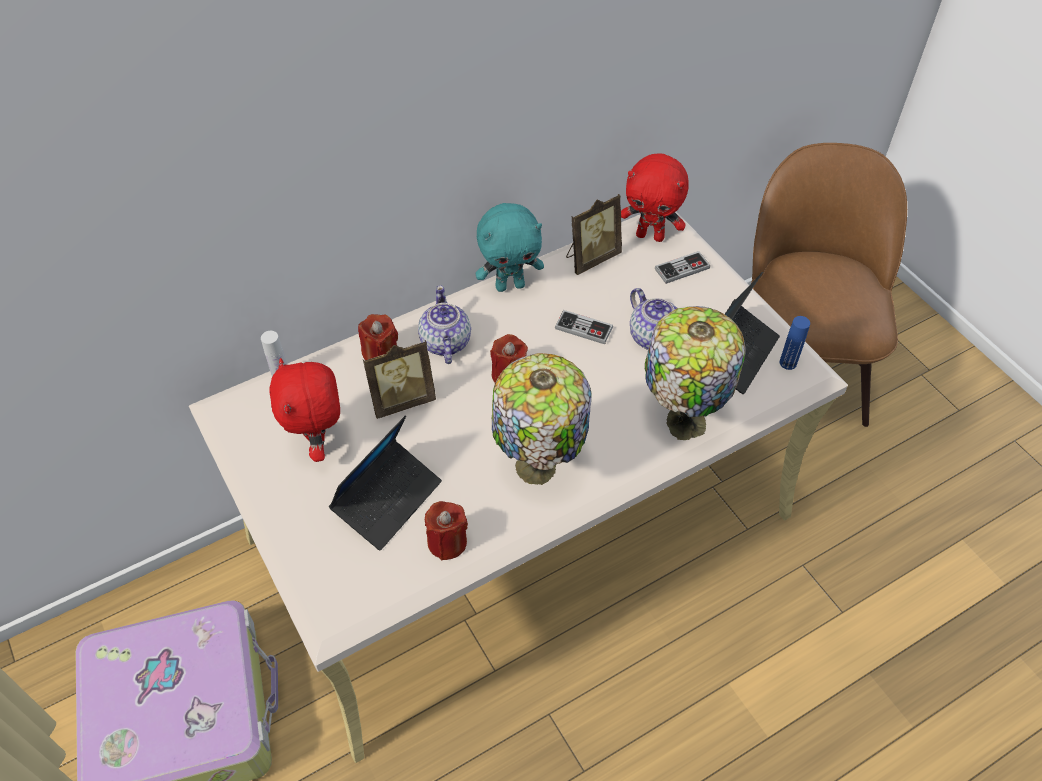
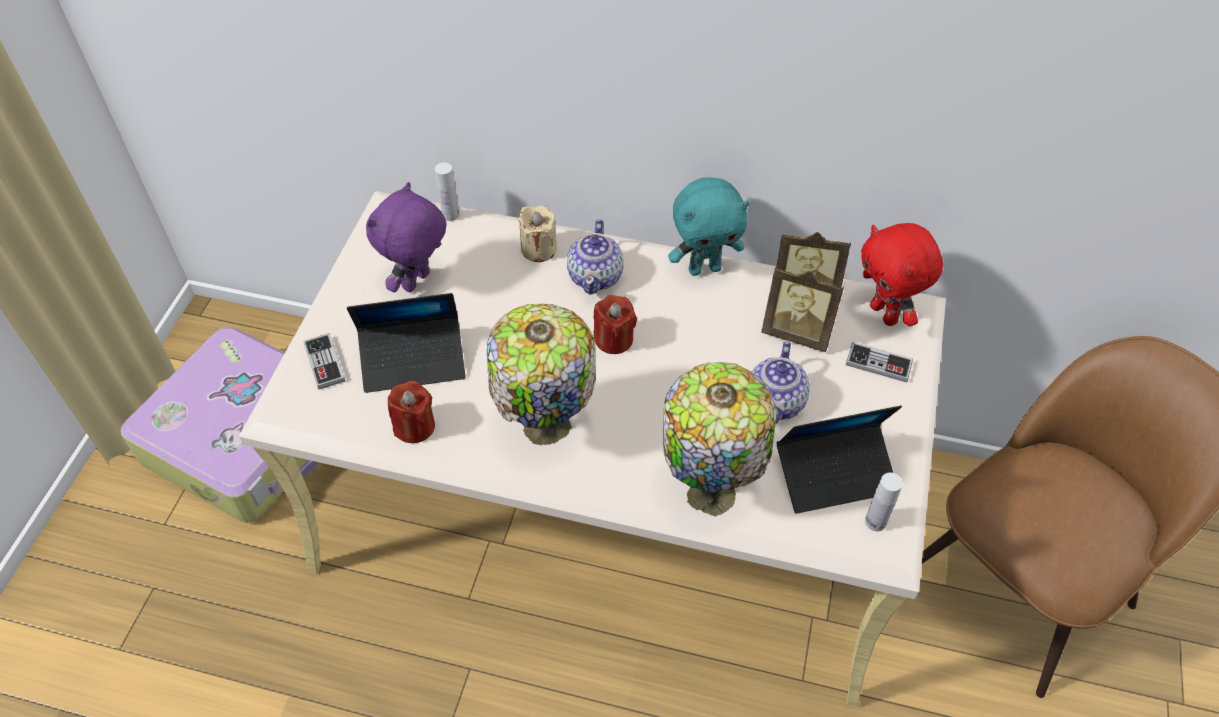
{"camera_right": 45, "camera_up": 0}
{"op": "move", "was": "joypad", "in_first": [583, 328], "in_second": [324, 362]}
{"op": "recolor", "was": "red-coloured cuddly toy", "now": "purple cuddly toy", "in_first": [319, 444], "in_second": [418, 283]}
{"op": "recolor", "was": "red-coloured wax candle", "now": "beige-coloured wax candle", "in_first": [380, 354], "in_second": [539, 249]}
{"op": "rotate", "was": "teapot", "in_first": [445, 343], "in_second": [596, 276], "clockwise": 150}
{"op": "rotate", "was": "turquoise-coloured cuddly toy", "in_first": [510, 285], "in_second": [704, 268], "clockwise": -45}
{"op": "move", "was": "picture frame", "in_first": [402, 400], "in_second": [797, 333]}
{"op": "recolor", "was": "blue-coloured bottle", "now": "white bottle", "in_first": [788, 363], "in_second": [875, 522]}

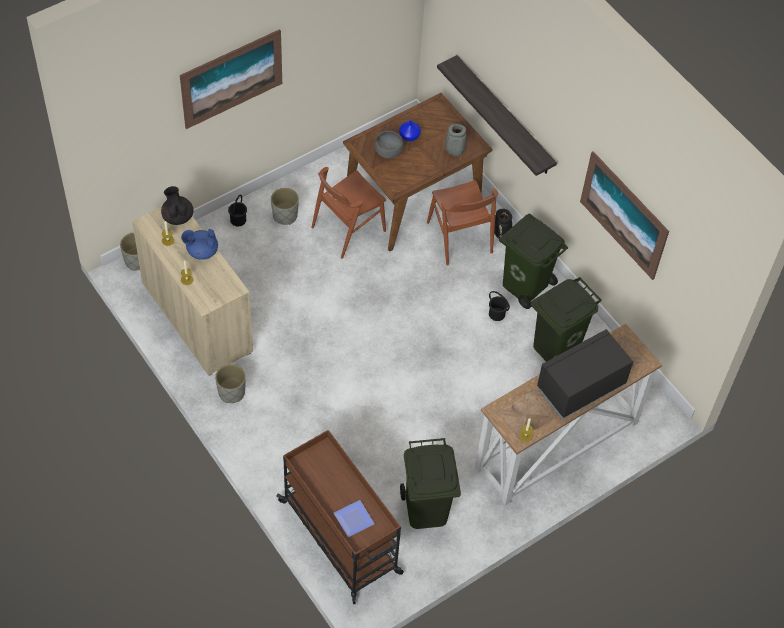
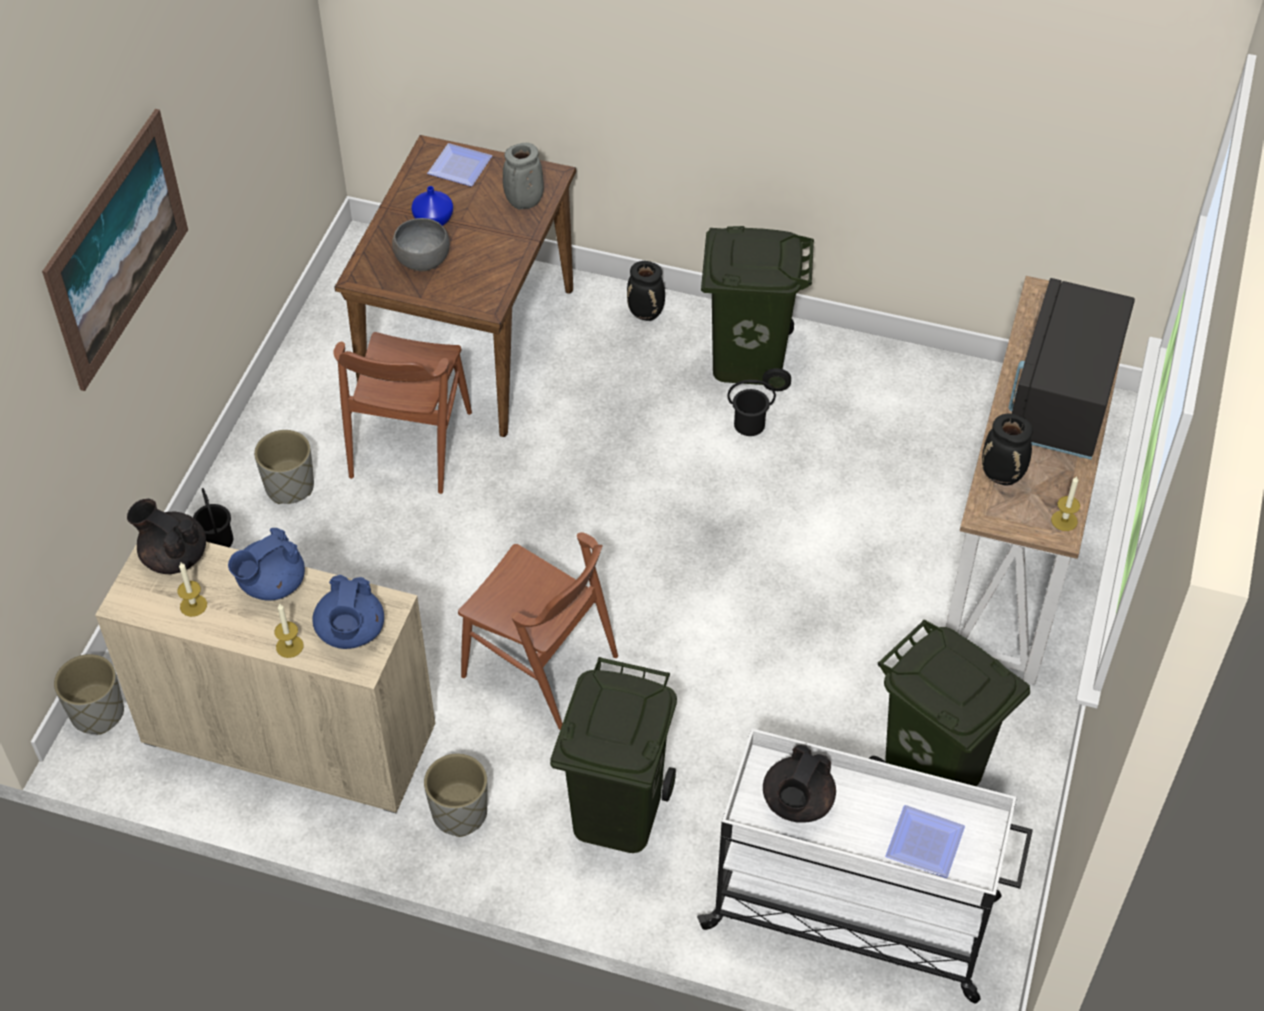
{"camera_right": -35, "camera_up": -5}
{"op": "insert", "now": "blue-coloured teapot", "in_second": [351, 633]}
{"op": "insert", "now": "flat dish", "in_second": [457, 168]}
{"op": "move", "was": "brownish chair", "in_first": [459, 237], "in_second": [540, 666]}
{"op": "move", "was": "greenish trash can", "in_first": [555, 347], "in_second": [615, 811]}
{"op": "recolor", "was": "brownish cart", "now": "white cart", "in_first": [341, 538], "in_second": [854, 914]}
{"op": "insert", "now": "black teapot", "in_second": [797, 803]}
{"op": "insert", "now": "black vase", "in_second": [1002, 476]}
{"op": "delete", "was": "wall shelf", "in_first": [504, 116]}
{"op": "delete", "was": "wall art", "in_first": [623, 215]}

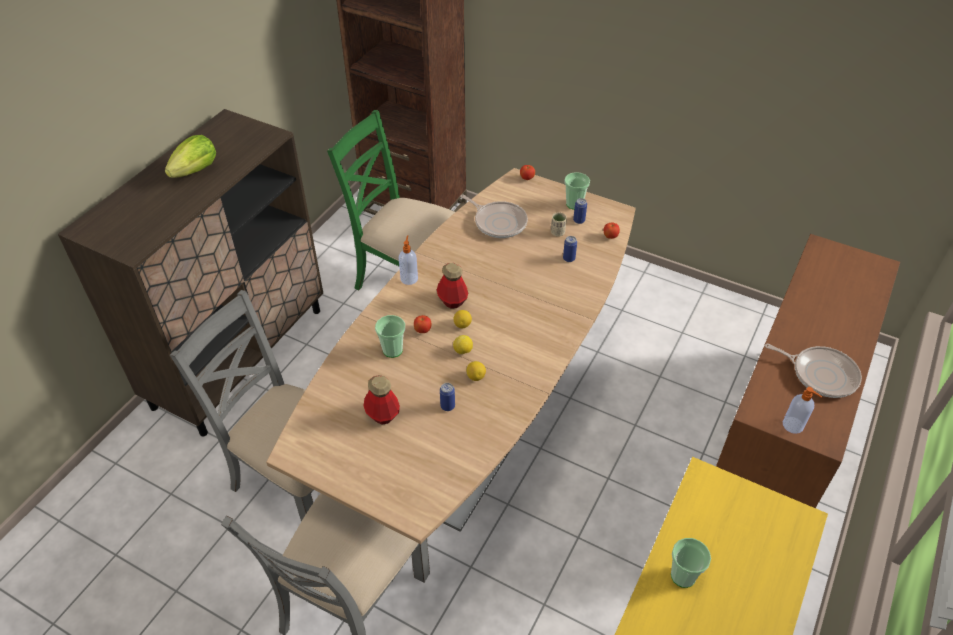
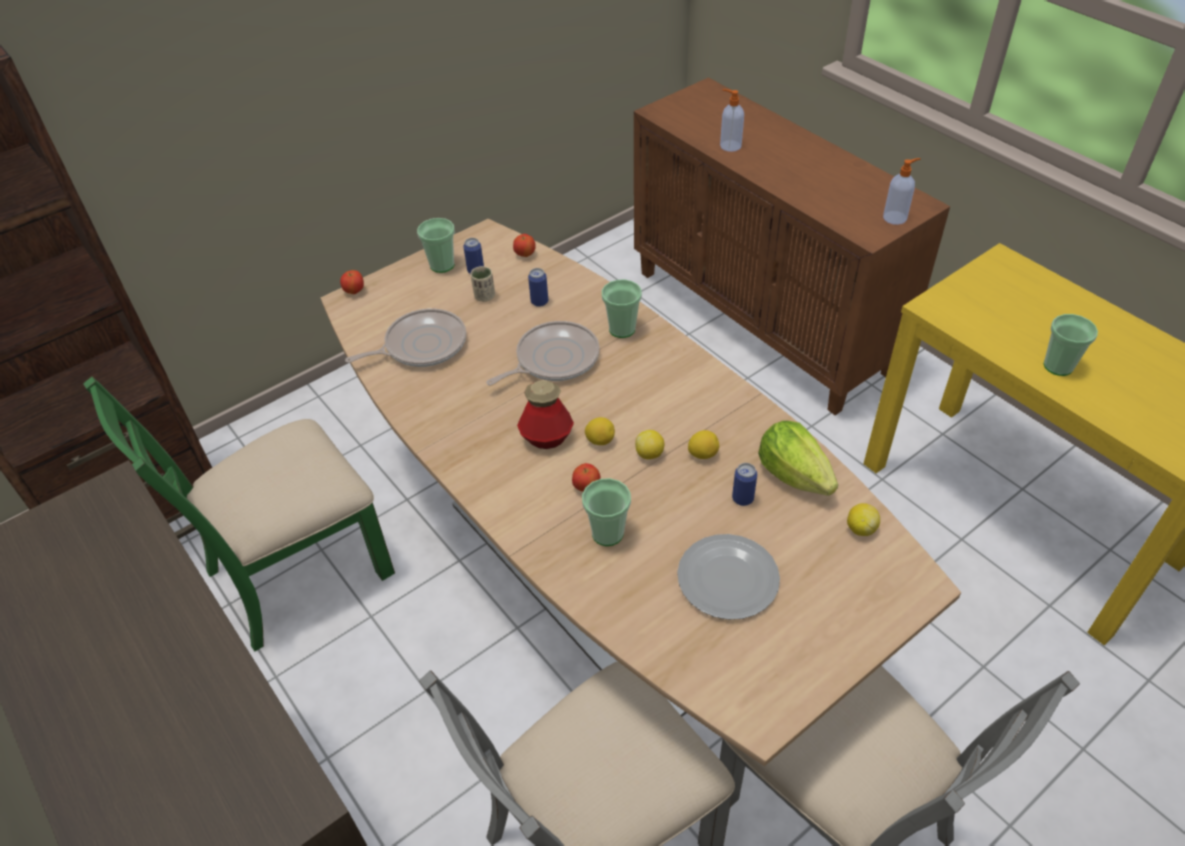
{"camera_right": -65, "camera_up": 0}
{"op": "move", "was": "skillet", "in_first": [820, 374], "in_second": [553, 359]}
{"op": "insert", "now": "cup", "in_second": [622, 329]}
{"op": "replace", "was": "bottle", "now": "flat dish", "in_first": [382, 414], "in_second": [728, 578]}
{"op": "move", "was": "soap dispenser", "in_first": [409, 278], "in_second": [729, 146]}
{"op": "move", "was": "lettuce", "in_first": [196, 171], "in_second": [794, 474]}
{"op": "insert", "now": "whole lemon", "in_second": [860, 528]}

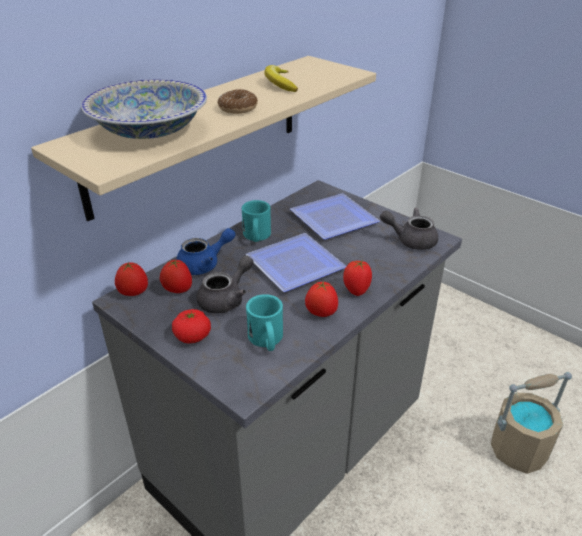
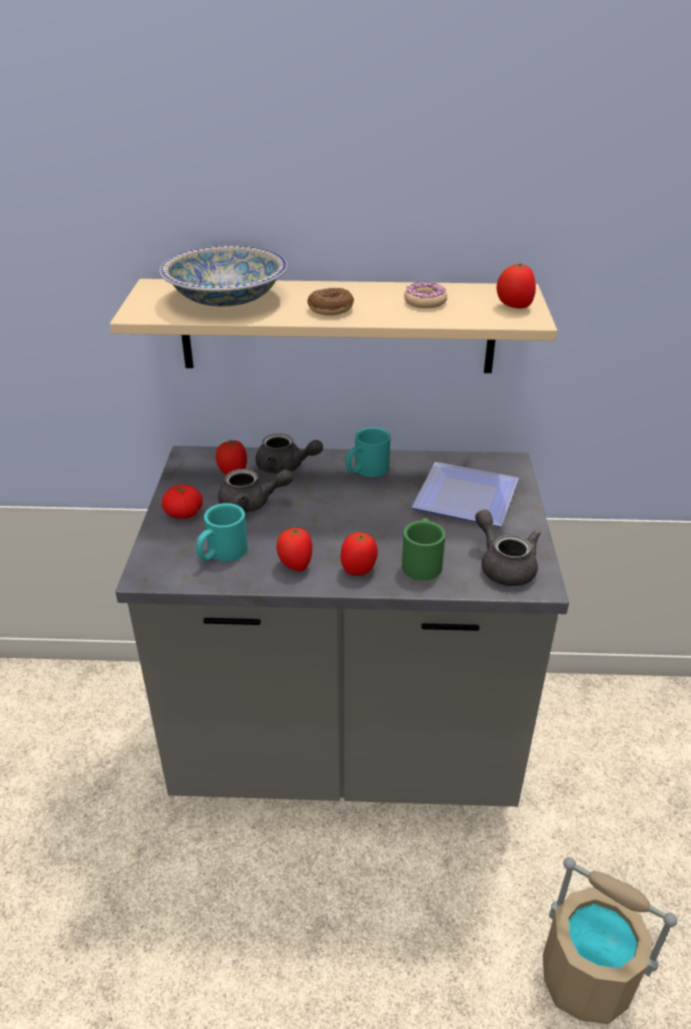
{"camera_right": 50, "camera_up": 0}
{"op": "recolor", "was": "blue-coloured teapot", "now": "greyish teapot", "in_first": [204, 264], "in_second": [285, 467]}
{"op": "insert", "now": "greenish tea mug", "in_second": [422, 561]}
{"op": "replace", "was": "whole banana", "now": "doughnut", "in_first": [280, 84], "in_second": [425, 302]}
{"op": "move", "was": "fresh tomato", "in_first": [133, 293], "in_second": [513, 307]}
{"op": "delete", "was": "flat dish", "in_first": [294, 267]}

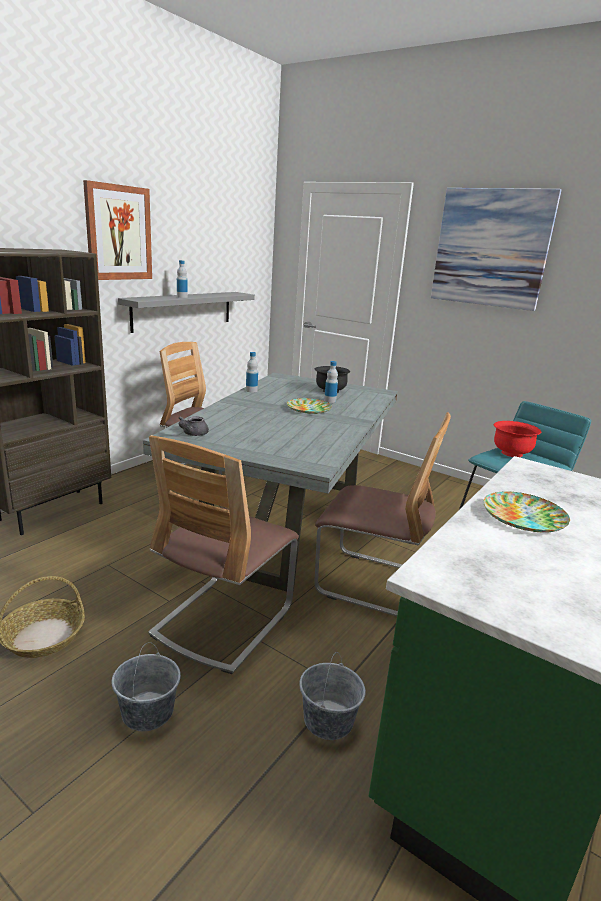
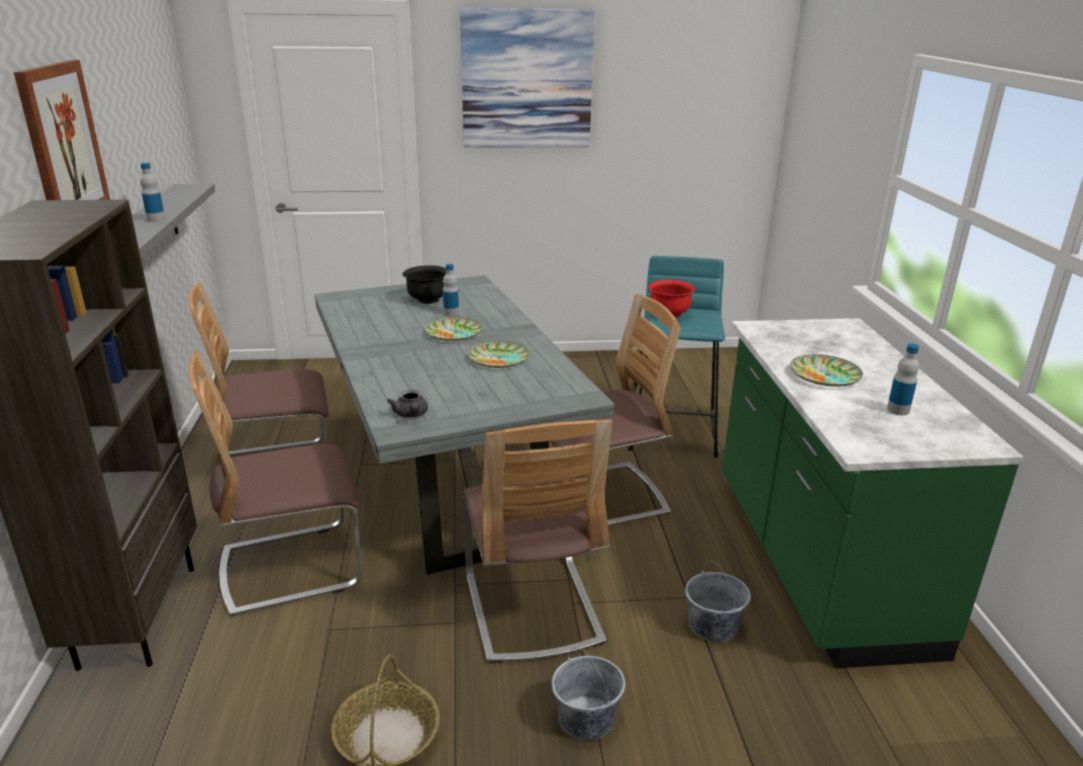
{"camera_right": -40, "camera_up": 5}
{"op": "insert", "now": "chair", "in_second": [291, 567]}
{"op": "insert", "now": "flat dish", "in_second": [498, 358]}
{"op": "move", "was": "bottle", "in_first": [251, 390], "in_second": [898, 410]}

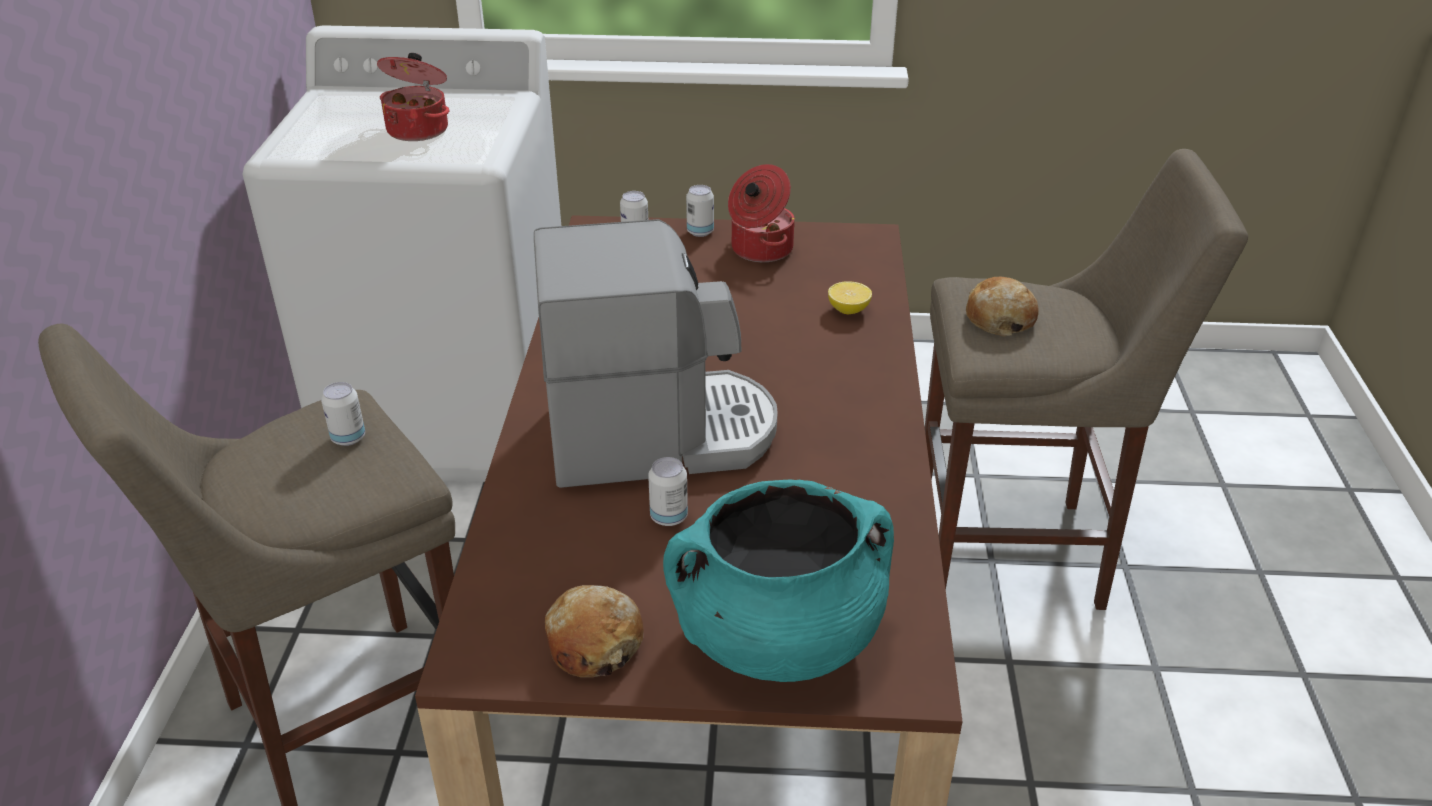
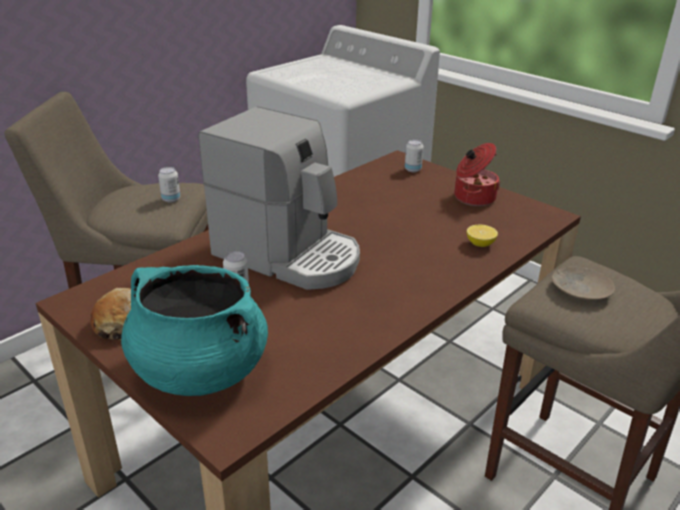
{"camera_right": 40, "camera_up": -5}
{"op": "replace", "was": "bakery bread", "now": "beige-coloured flat dish", "in_first": [999, 318], "in_second": [580, 289]}
{"op": "delete", "was": "saucepot", "in_first": [419, 129]}
{"op": "delete", "was": "can", "in_first": [700, 232]}

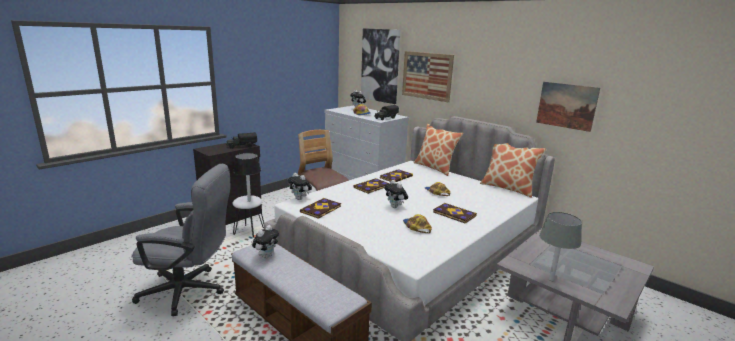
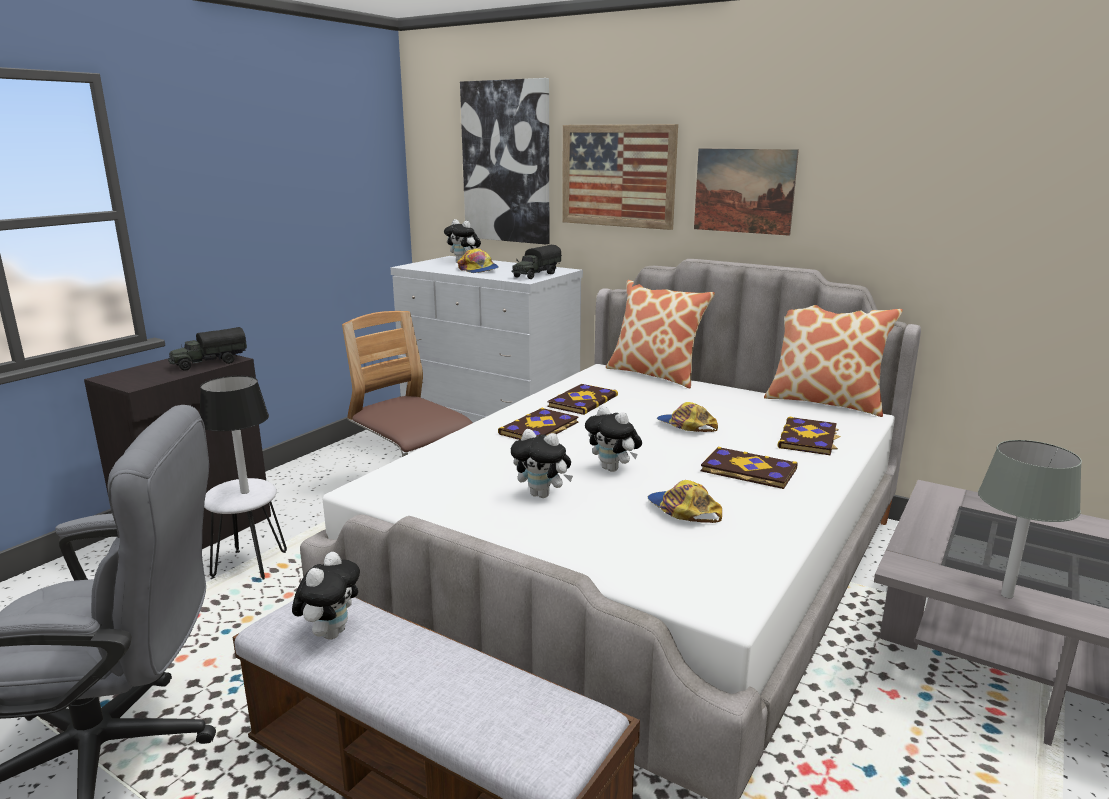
{"camera_right": -10, "camera_up": 0}
{"op": "move", "was": "cuddly toy", "in_first": [300, 199], "in_second": [542, 495]}
{"op": "move", "was": "wall art", "in_first": [566, 106], "in_second": [744, 191]}
{"op": "move", "was": "bound book", "in_first": [321, 209], "in_second": [809, 438]}

